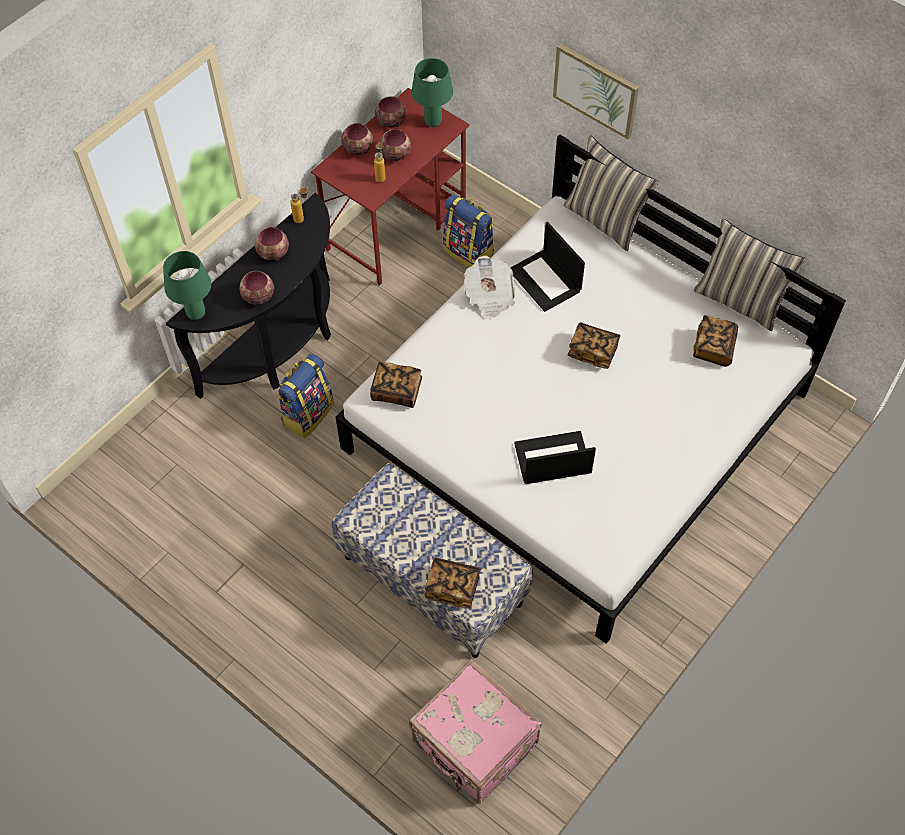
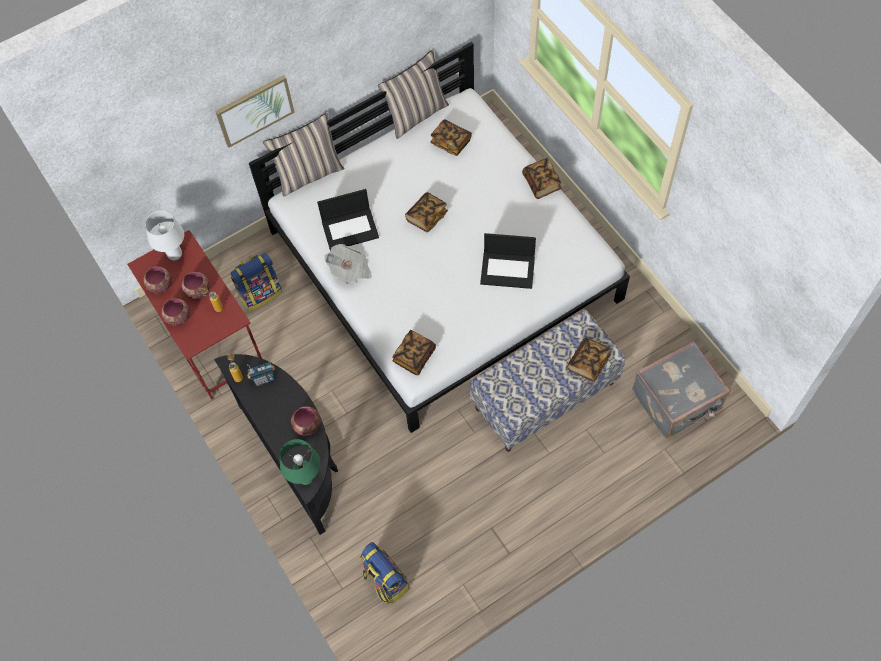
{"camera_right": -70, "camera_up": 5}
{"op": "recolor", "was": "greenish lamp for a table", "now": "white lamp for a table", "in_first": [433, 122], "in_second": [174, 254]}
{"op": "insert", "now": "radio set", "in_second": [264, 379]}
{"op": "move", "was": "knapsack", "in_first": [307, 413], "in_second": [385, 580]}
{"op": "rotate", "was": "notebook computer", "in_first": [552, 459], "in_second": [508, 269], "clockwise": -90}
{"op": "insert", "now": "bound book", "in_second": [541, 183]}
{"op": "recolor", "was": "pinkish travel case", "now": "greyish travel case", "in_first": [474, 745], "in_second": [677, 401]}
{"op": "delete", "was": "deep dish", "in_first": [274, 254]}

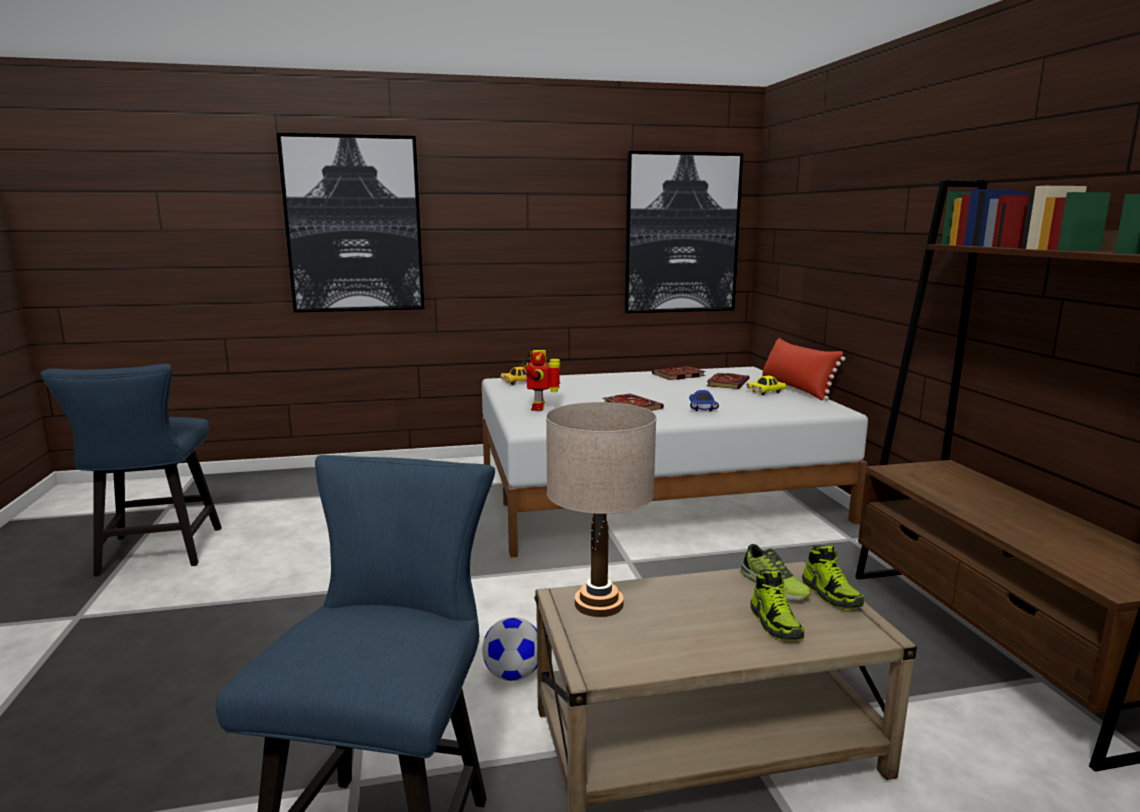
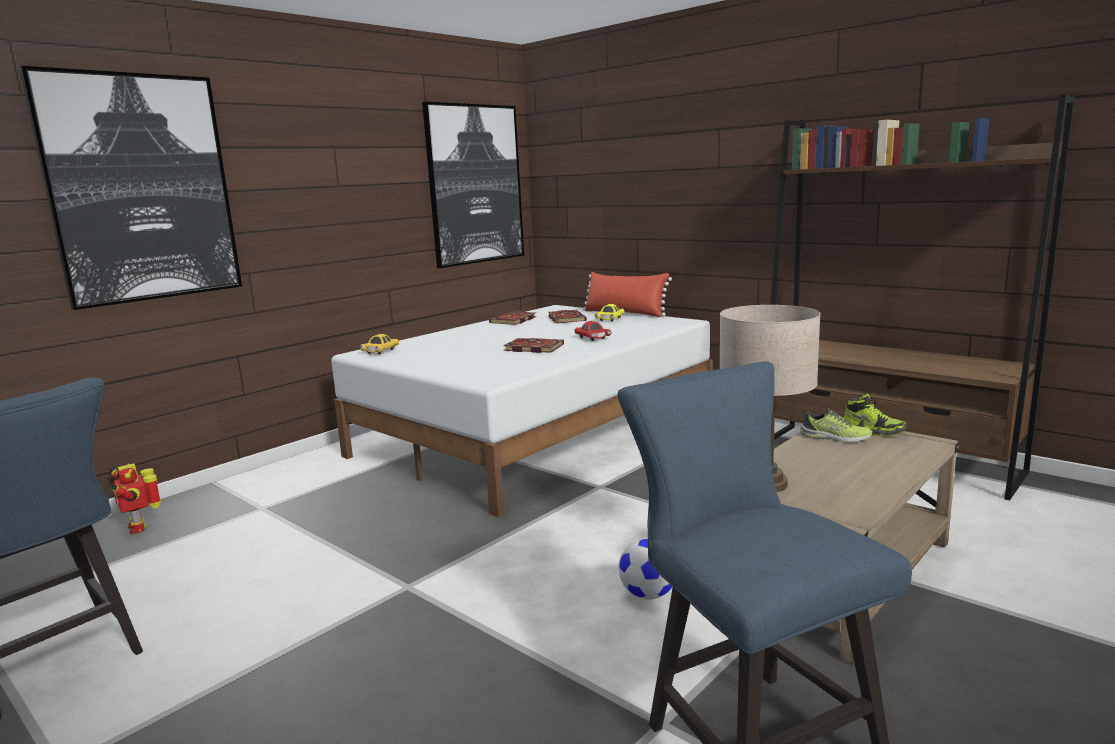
{"camera_right": -35, "camera_up": 0}
{"op": "move", "was": "model robot", "in_first": [540, 408], "in_second": [139, 527]}
{"op": "recolor", "was": "blue-coloured toy car", "now": "red-coloured toy car", "in_first": [702, 408], "in_second": [592, 338]}
{"op": "delete", "was": "shoe", "in_first": [775, 623]}

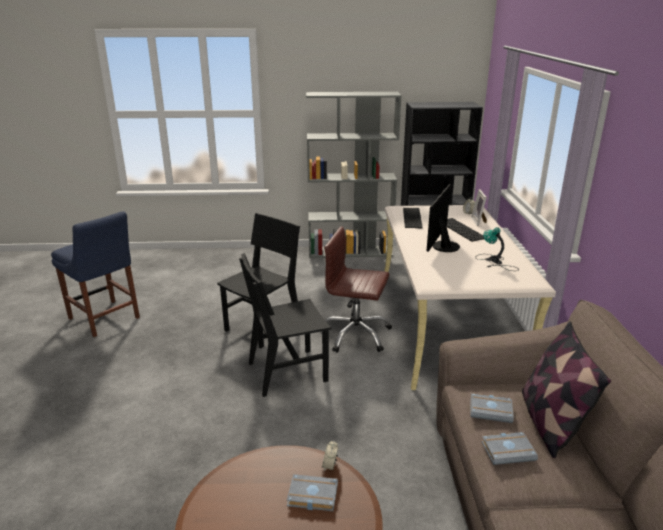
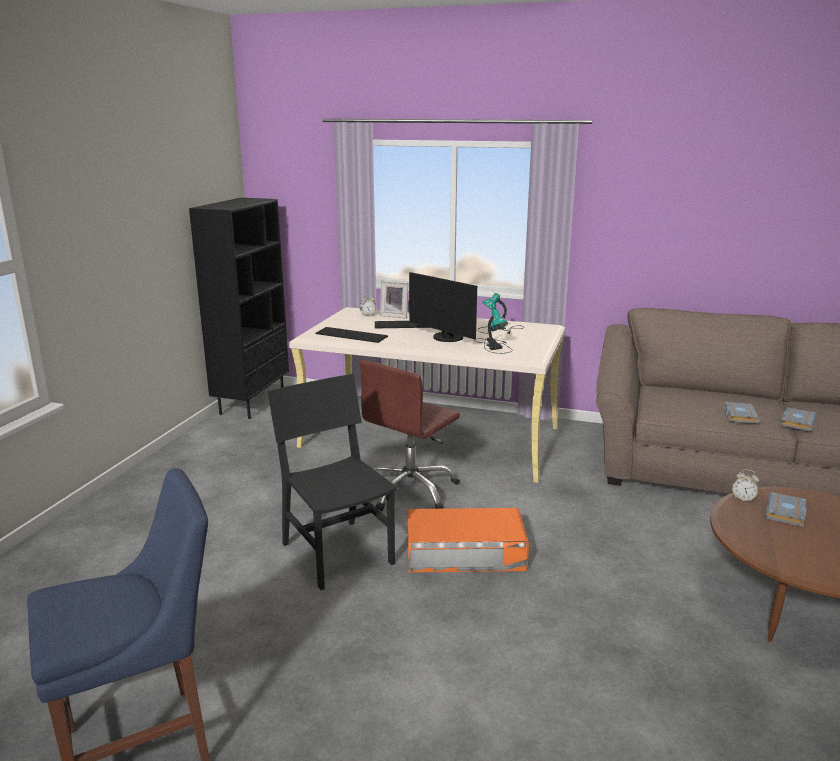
{"camera_right": -70, "camera_up": -5}
{"op": "replace", "was": "black chair", "now": "orangey storage container", "in_first": [287, 372], "in_second": [465, 551]}
{"op": "insert", "now": "lamp for a table", "in_second": [493, 346]}
{"op": "move", "was": "greyish bound book", "in_first": [491, 410], "in_second": [796, 422]}
{"op": "delete", "was": "greyish bookcase", "in_first": [350, 252]}
{"op": "delete", "was": "cushion", "in_first": [550, 423]}

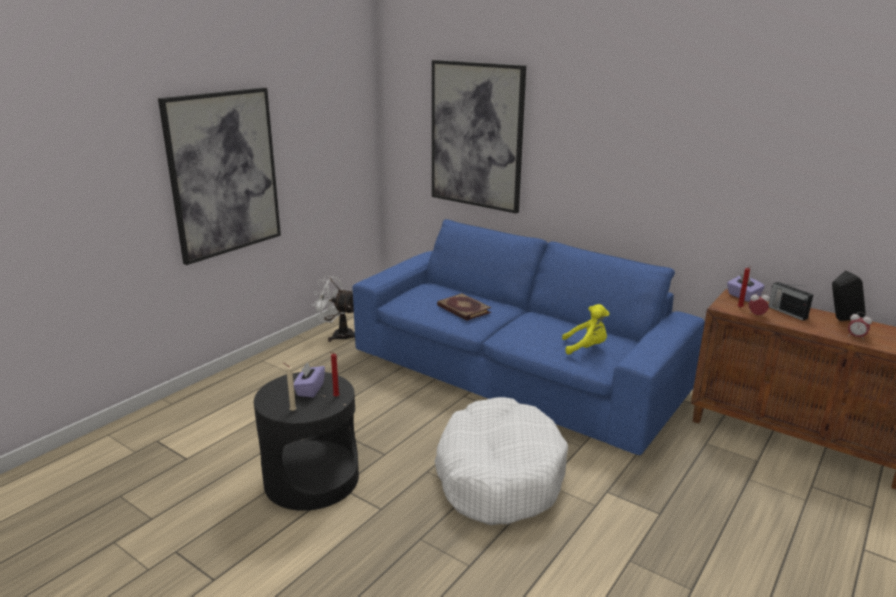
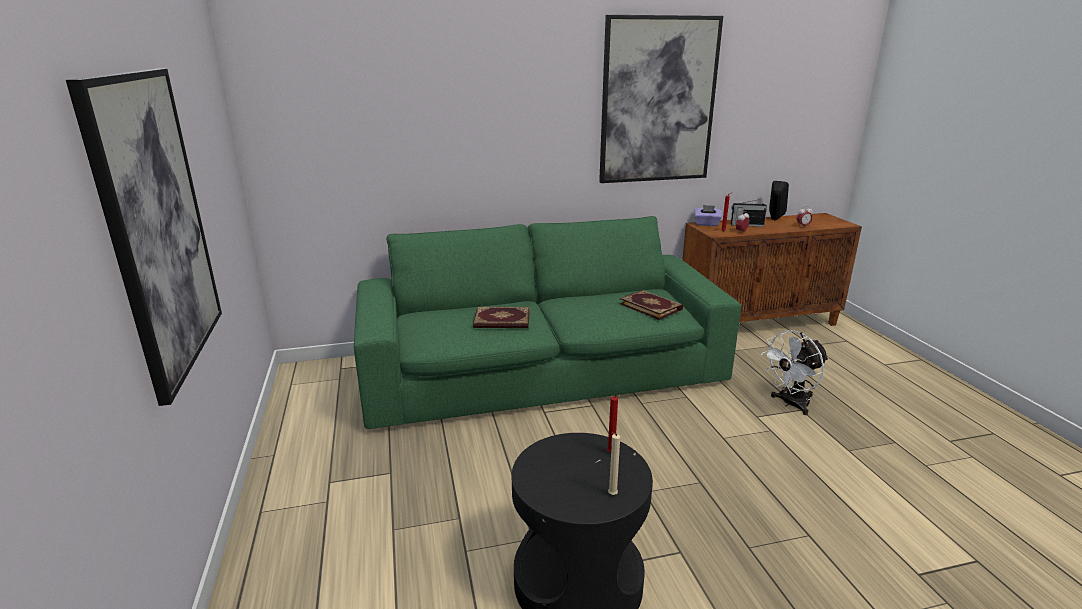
{"camera_right": -50, "camera_up": 0}
{"op": "recolor", "was": "blue-coloured settee", "now": "greenish settee", "in_first": [513, 373], "in_second": [542, 371]}
{"op": "move", "was": "wall art", "in_first": [476, 136], "in_second": [658, 101]}
{"op": "replace", "was": "yellow cuddly toy", "now": "bound book", "in_first": [586, 347], "in_second": [651, 306]}
{"op": "move", "was": "white electric fan", "in_first": [338, 335], "in_second": [790, 404]}
{"op": "delete", "was": "purple box of tissues", "in_first": [310, 390]}
{"op": "delete", "was": "white pet bed", "in_first": [498, 475]}

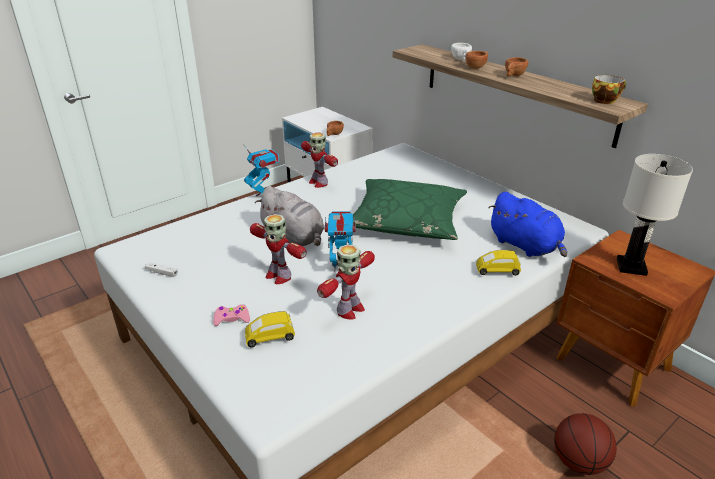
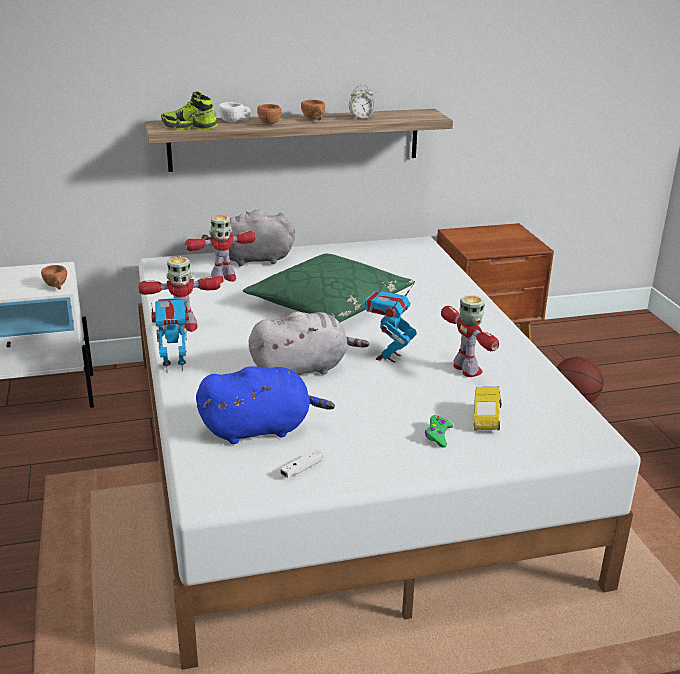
{"camera_right": -65, "camera_up": -5}
{"op": "insert", "now": "shoe", "in_second": [189, 127]}
{"op": "move", "was": "model robot", "in_first": [278, 276], "in_second": [223, 278]}
{"op": "move", "was": "blue-coloured cuddly toy", "in_first": [525, 246], "in_second": [260, 429]}
{"op": "insert", "now": "greyish cuddly toy", "in_second": [252, 260]}
{"op": "insert", "now": "bedside clock", "in_second": [361, 118]}
{"op": "recolor", "was": "pinkish joypad", "now": "greenish joypad", "in_first": [232, 319], "in_second": [438, 435]}
{"op": "delete", "was": "yellow toy car", "in_first": [497, 271]}
{"op": "delete", "was": "cup", "in_first": [605, 100]}
{"op": "delete", "was": "white lamp for a table", "in_first": [631, 267]}

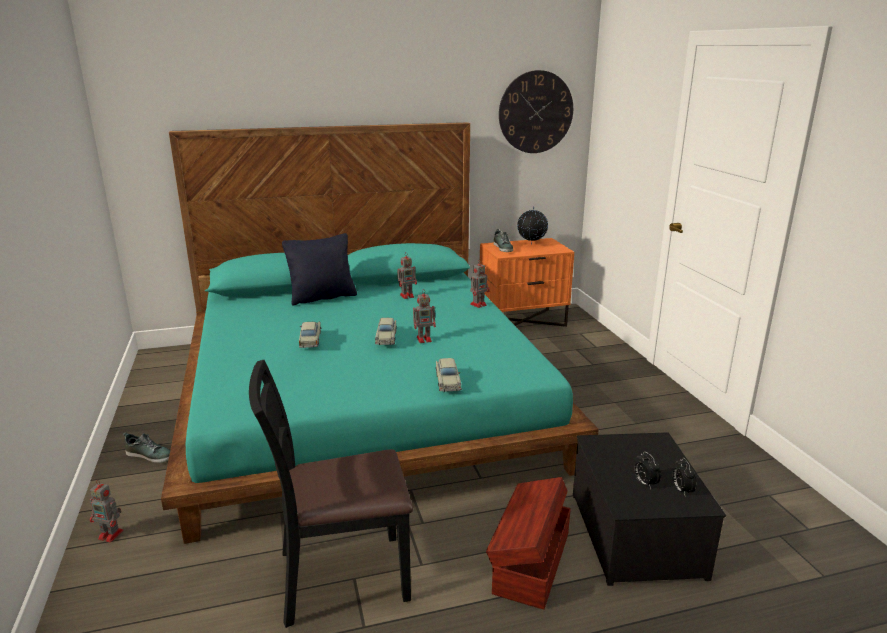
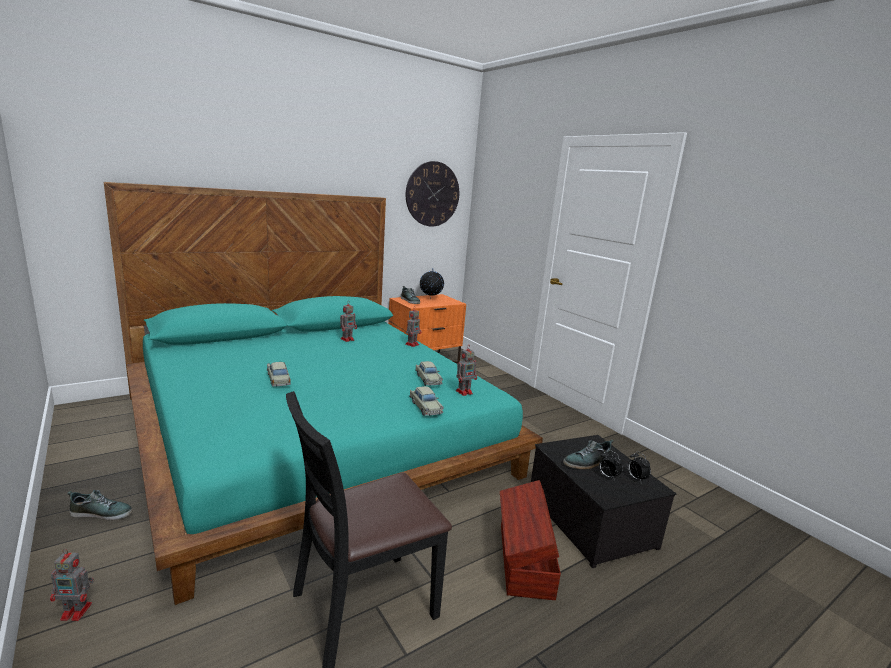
{"camera_right": -20, "camera_up": -5}
{"op": "move", "was": "beige-coloured toy car", "in_first": [386, 337], "in_second": [428, 379]}
{"op": "move", "was": "model robot", "in_first": [425, 339], "in_second": [464, 392]}
{"op": "insert", "now": "shoe", "in_second": [587, 462]}
{"op": "delete", "was": "black cushion", "in_first": [322, 297]}

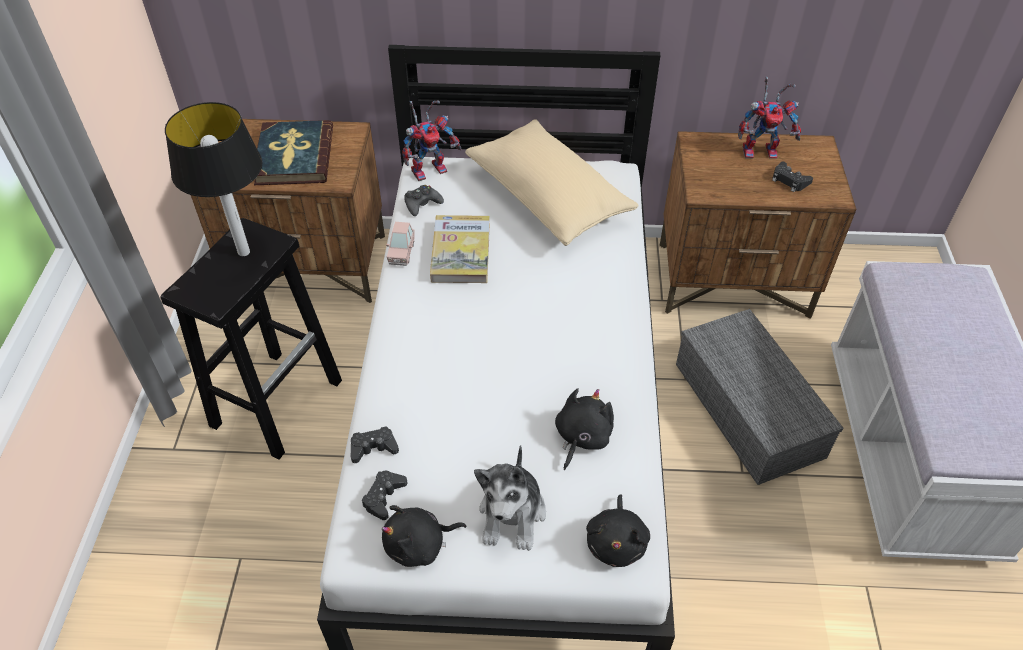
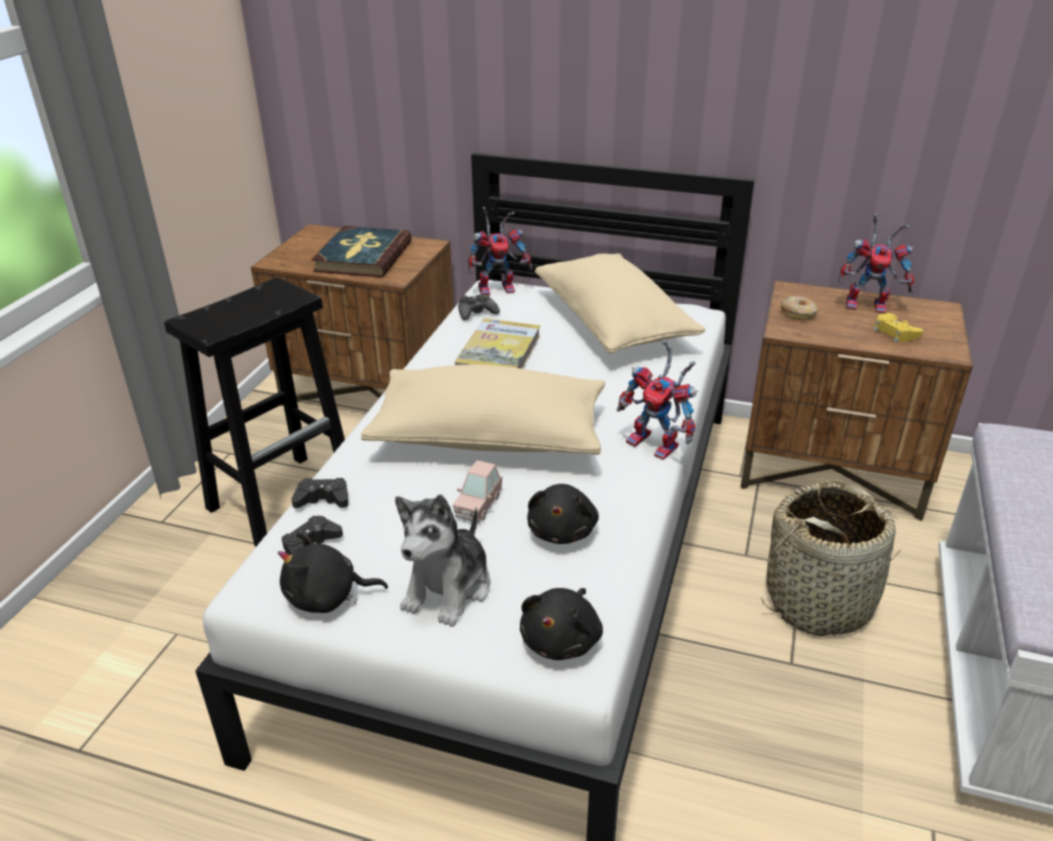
{"camera_right": 15, "camera_up": -15}
{"op": "insert", "now": "beige-coloured cushion", "in_second": [489, 437]}
{"op": "move", "was": "pinkish toy car", "in_first": [401, 253], "in_second": [478, 505]}
{"op": "rotate", "was": "black cuddly toy", "in_first": [581, 437], "in_second": [562, 530], "clockwise": 150}
{"op": "insert", "now": "model robot", "in_second": [658, 445]}
{"op": "replace", "was": "greyish storage container", "now": "household basket", "in_first": [751, 410], "in_second": [819, 600]}
{"op": "insert", "now": "doughnut", "in_second": [798, 313]}
{"op": "recolor", "was": "black joypad", "now": "yellow joypad", "in_first": [789, 180], "in_second": [894, 332]}
{"op": "delete", "was": "lamp for a table", "in_first": [244, 251]}

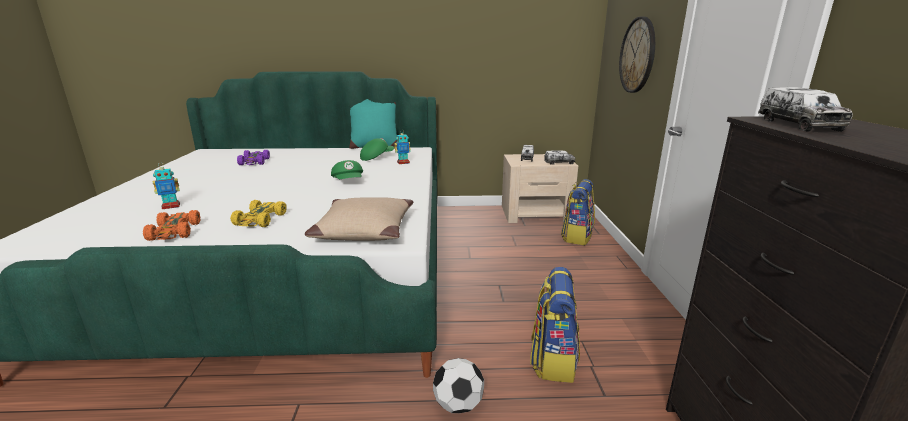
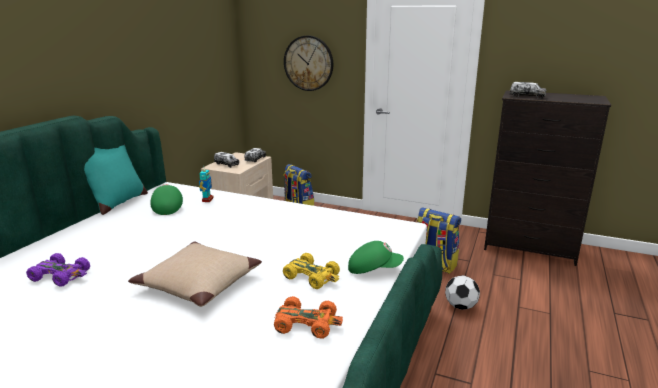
{"camera_right": -65, "camera_up": 0}
{"op": "move", "was": "beige-coloured cushion", "in_first": [363, 230], "in_second": [198, 283]}
{"op": "move", "was": "greenish baseball cap", "in_first": [349, 182], "in_second": [373, 269]}
{"op": "delete", "was": "model robot", "in_first": [171, 206]}

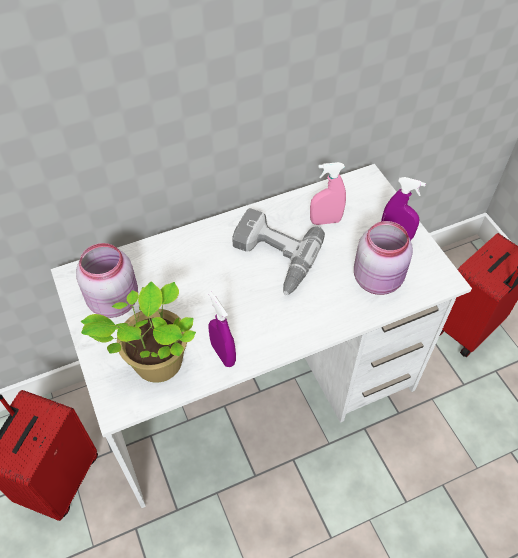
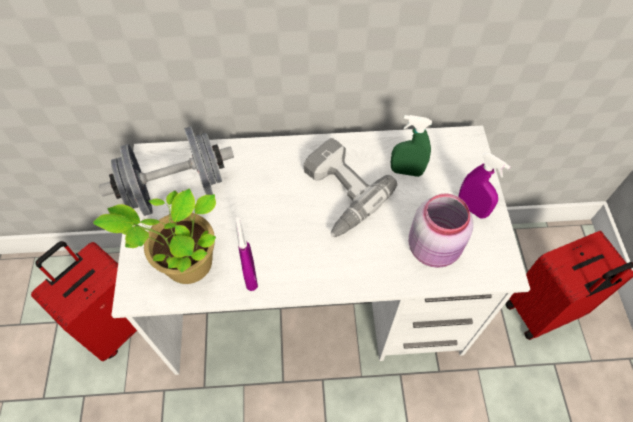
{"camera_right": 20, "camera_up": 5}
{"op": "replace", "was": "pinkish storage jar", "now": "greyish dumbbell", "in_first": [114, 300], "in_second": [176, 190]}
{"op": "recolor", "was": "pinkish spray bottle", "now": "greenish spray bottle", "in_first": [325, 221], "in_second": [406, 171]}

